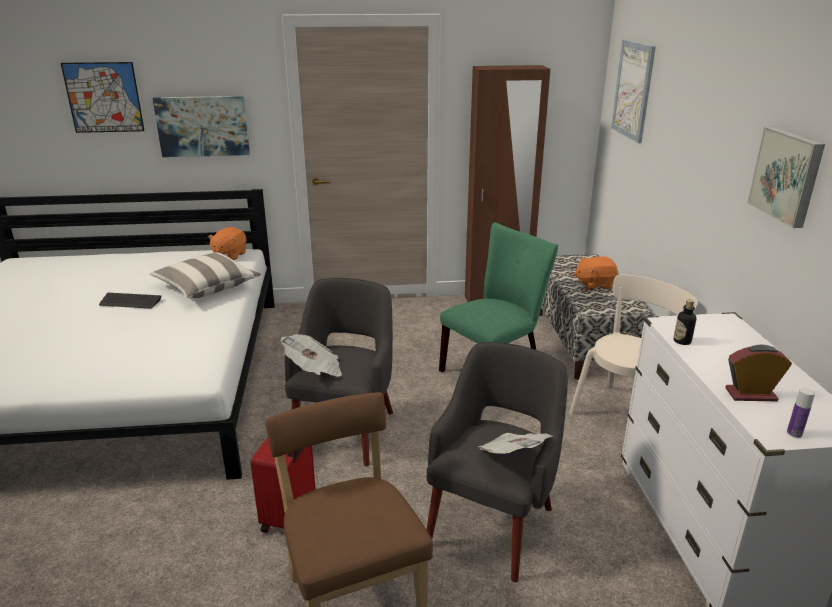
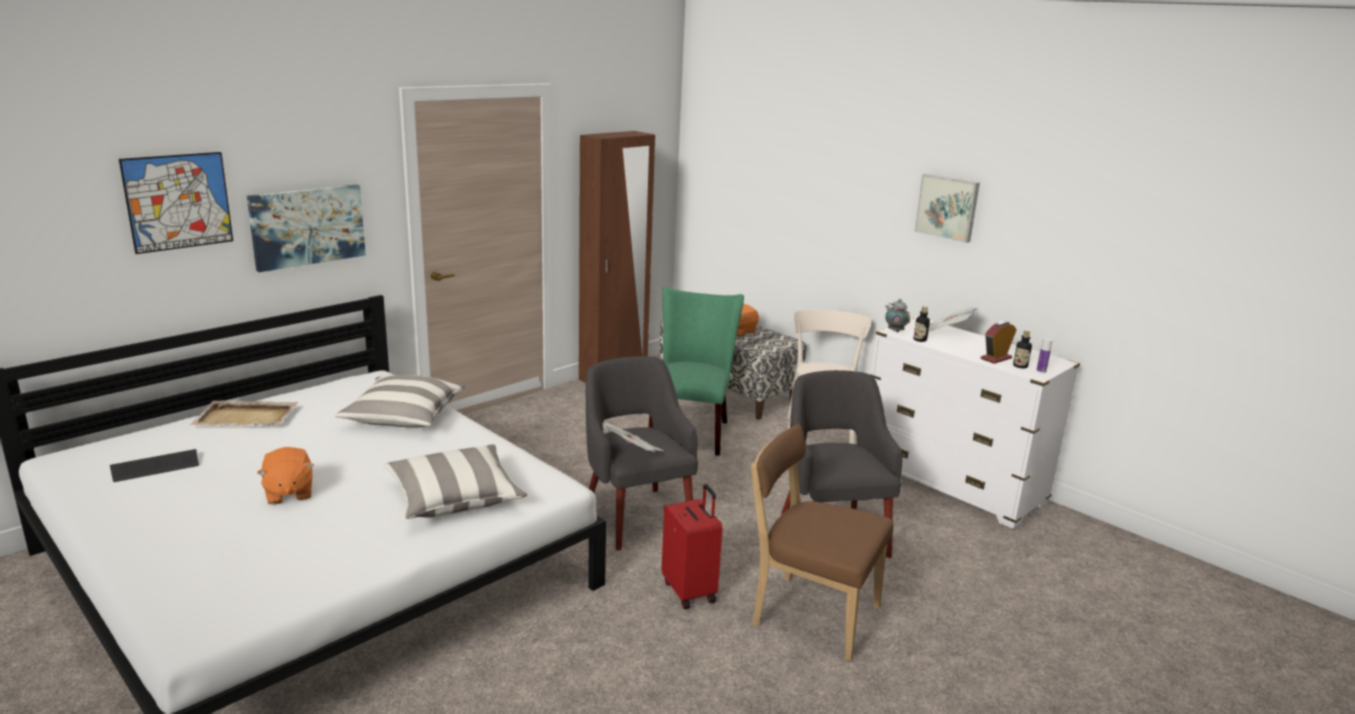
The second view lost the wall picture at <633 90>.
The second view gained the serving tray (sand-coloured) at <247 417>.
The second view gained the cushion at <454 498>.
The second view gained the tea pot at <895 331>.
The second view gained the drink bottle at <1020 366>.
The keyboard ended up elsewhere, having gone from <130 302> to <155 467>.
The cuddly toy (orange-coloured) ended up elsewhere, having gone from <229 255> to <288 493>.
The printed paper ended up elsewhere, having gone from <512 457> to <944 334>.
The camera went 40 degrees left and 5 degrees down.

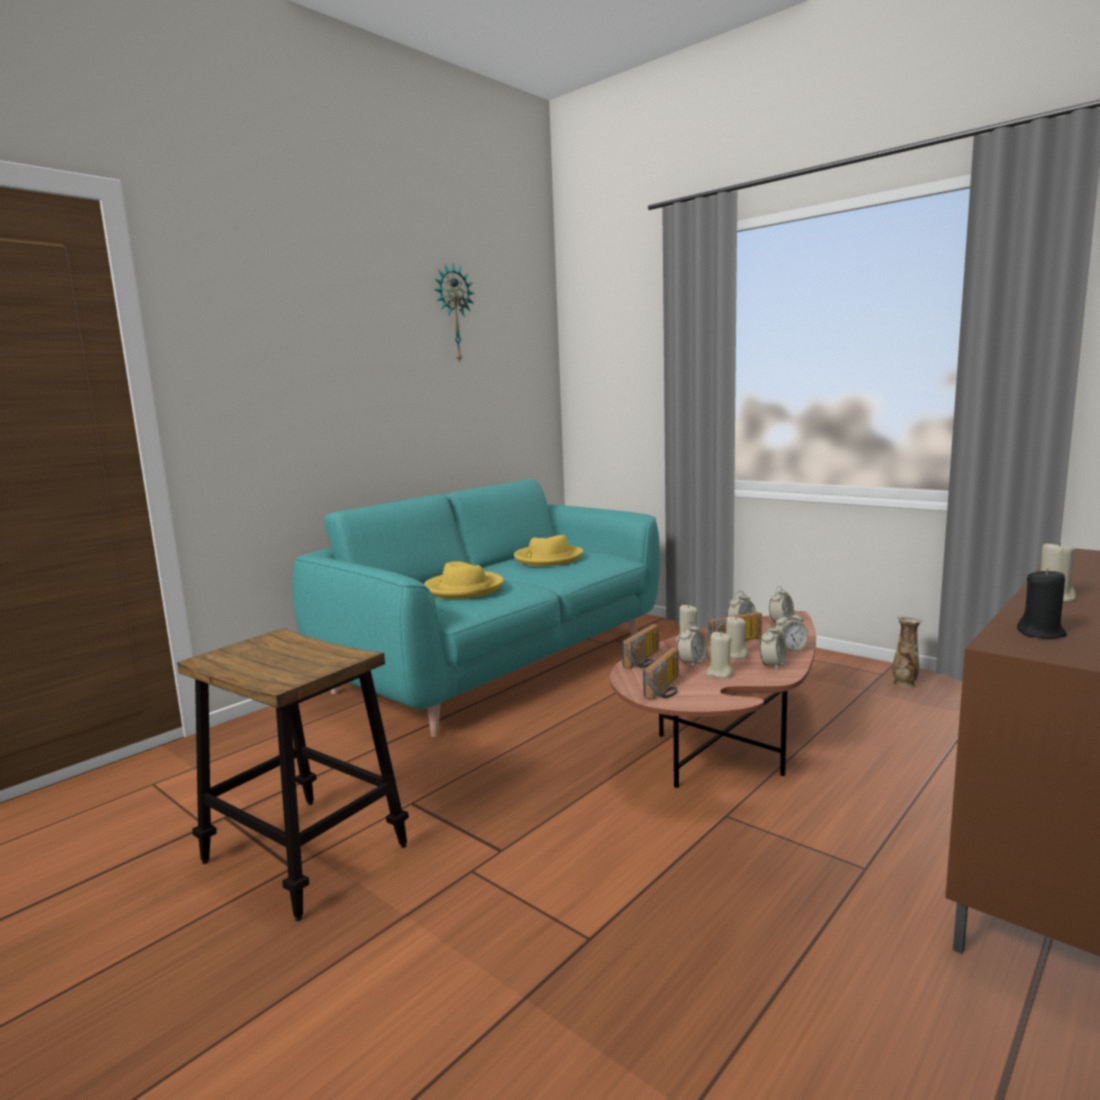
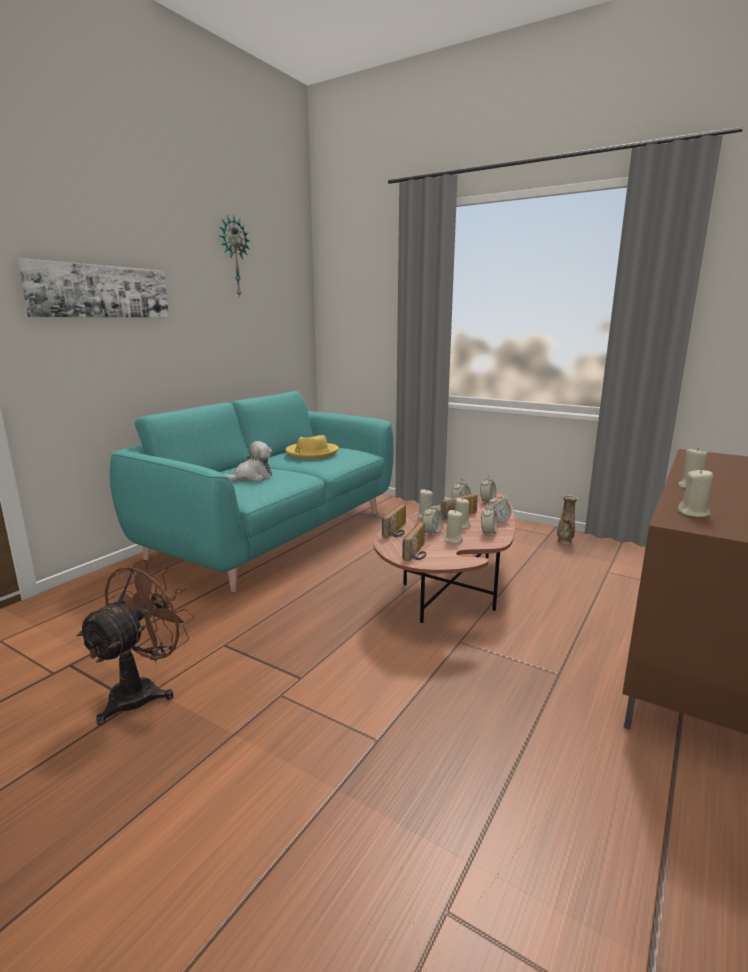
The second view gained the wall picture at <100 291>.
Where the sitting stool stood at <305 854>, the electric fan (brown-coloured) came to stand at <143 691>.
Where the clothing hat (yellow) stood at <464 589>, the cuddly toy came to stand at <251 477>.
What was the wax candle (black) at <1041 633> turned into the wax candle (sand-coloured) at <693 513>.
The camera went 10 degrees left and 5 degrees up.

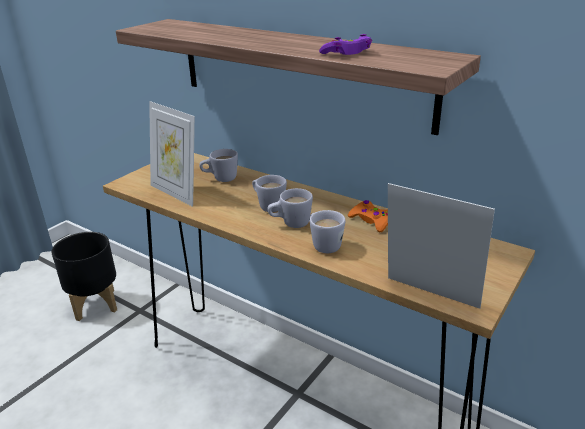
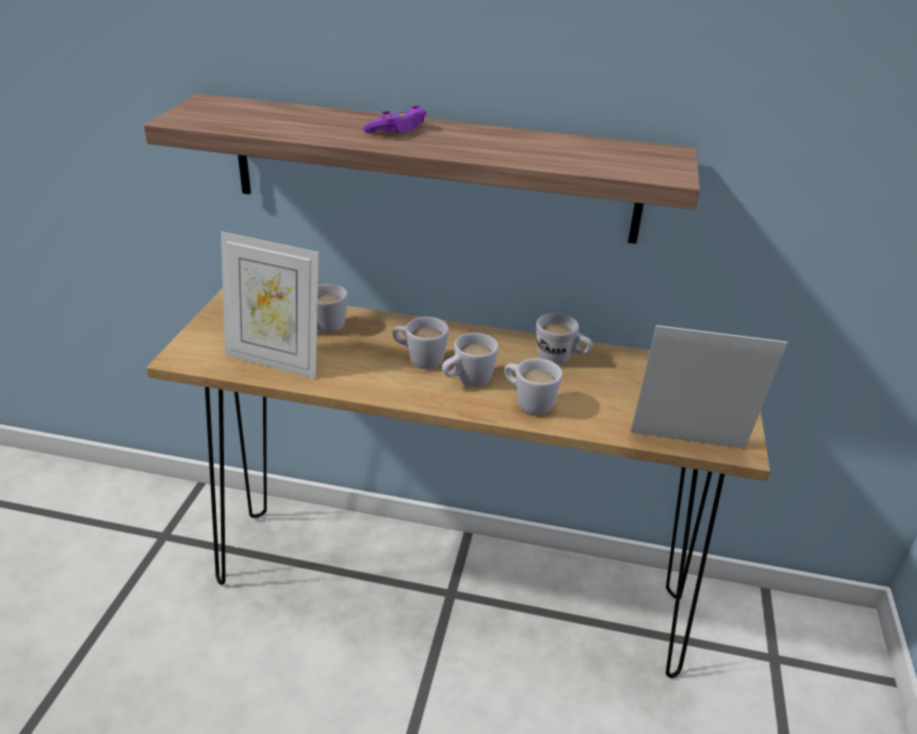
The second view lost the plant pot (black) at <95 304>.
The gamepad (purple-coloured) ended up elsewhere, having gone from <347 53> to <397 129>.
Where the gamepad (orange-coloured) stood at <371 221>, the coffee mug (whitish) came to stand at <561 359>.
The camera went 25 degrees left and 5 degrees up.

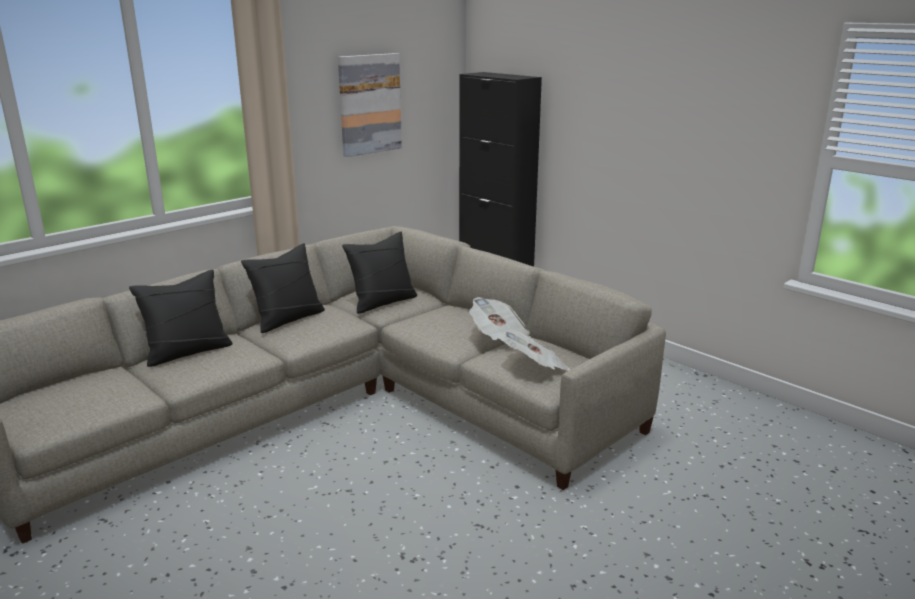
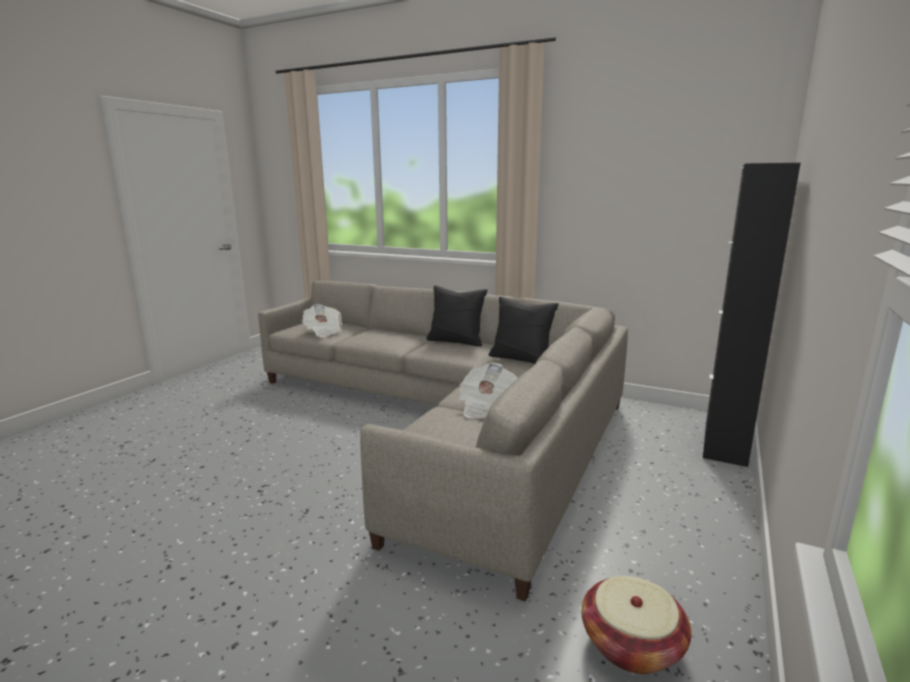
The second view lost the cushion (black) at <187 352>.
The second view lost the wall picture at <369 104>.
The second view gained the storage basket at <631 644>.
The printed paper ended up elsewhere, having gone from <536 367> to <323 331>.
The camera went 70 degrees right and 5 degrees down.

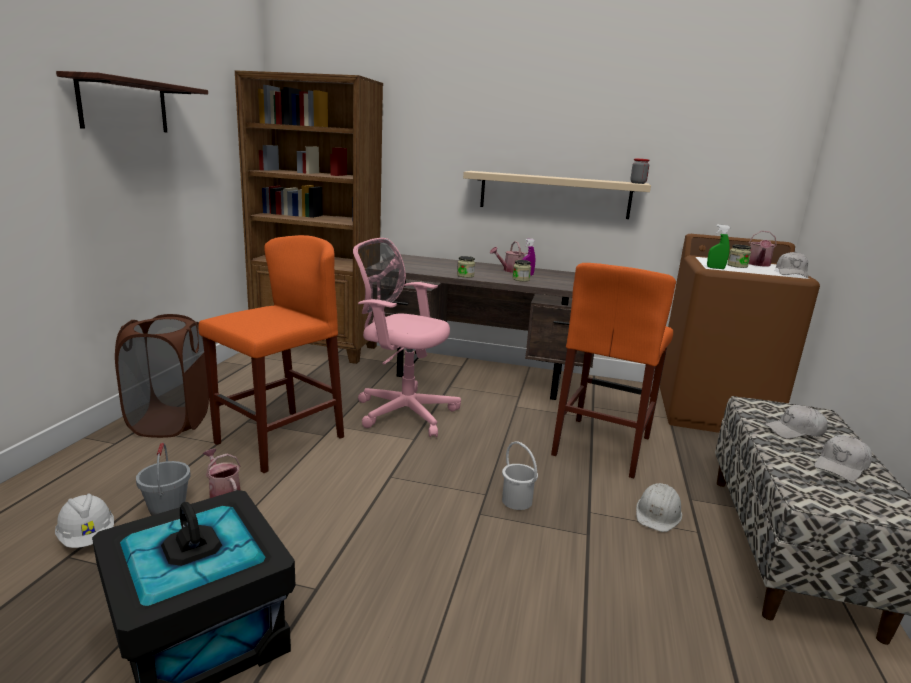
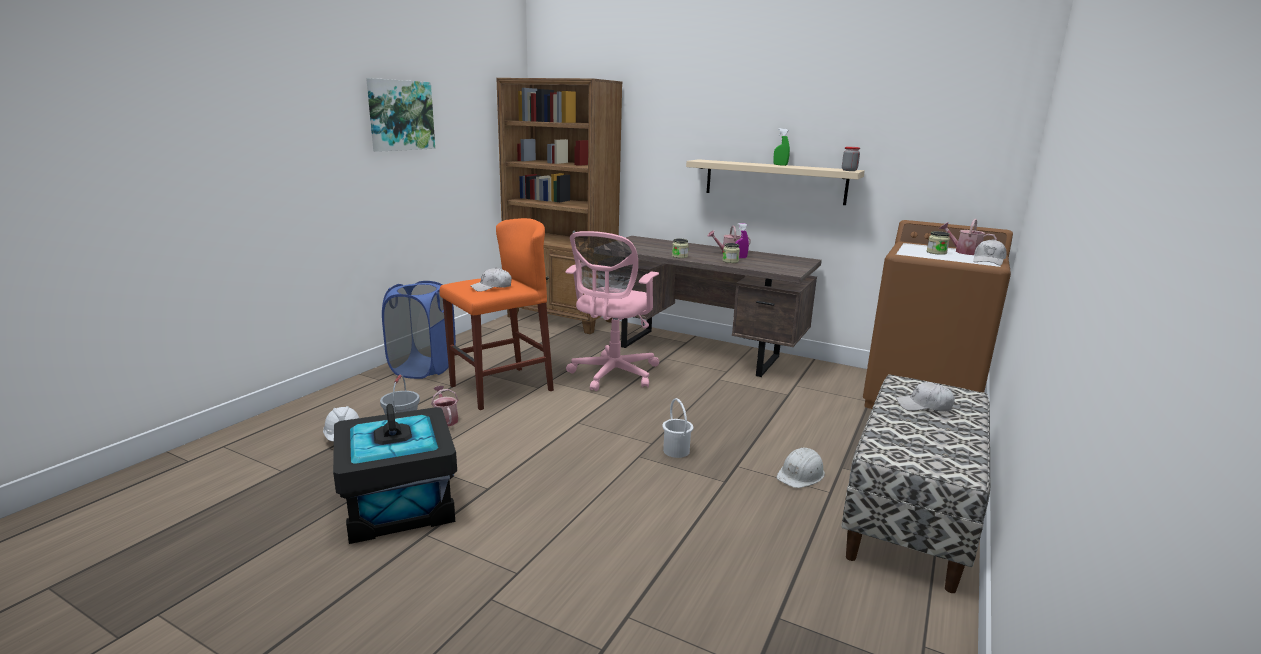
The second view lost the sitting stool (orange-coloured) at <602 446>.
The spray bottle (greenish) ended up elsewhere, having gone from <715 268> to <780 165>.
The baseball cap (whitish) ended up elsewhere, having gone from <841 466> to <491 287>.
Where the wall shelf hung at <124 105>, the wall picture came to hang at <400 115>.
What was the laundry basket (brown-coloured) at <170 422> turned into the laundry basket (blue) at <423 368>.
The computer chair (pinkish) at <402 411> ended up facing another way, 105 degrees counterclockwise from before.
The watering can at <758 264> ended up facing another way, 90 degrees clockwise from before.
The camera went 15 degrees right and 0 degrees up.

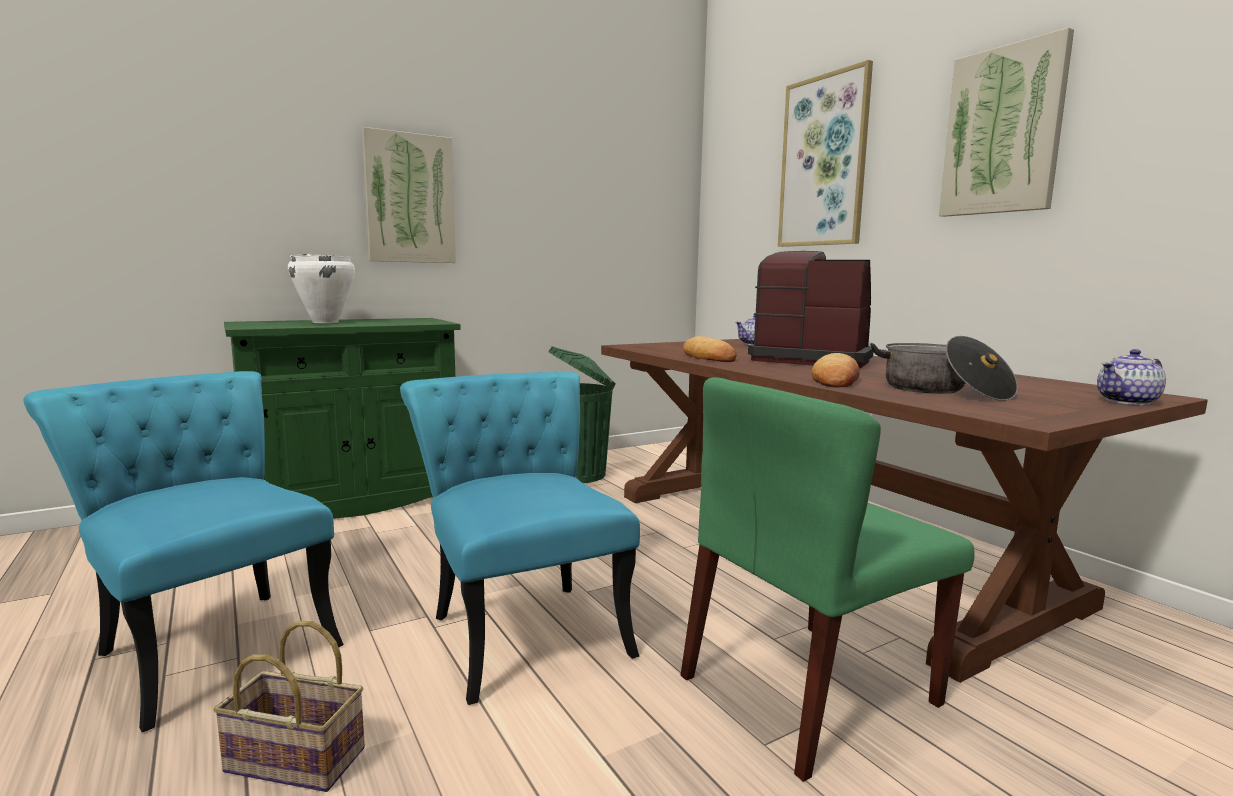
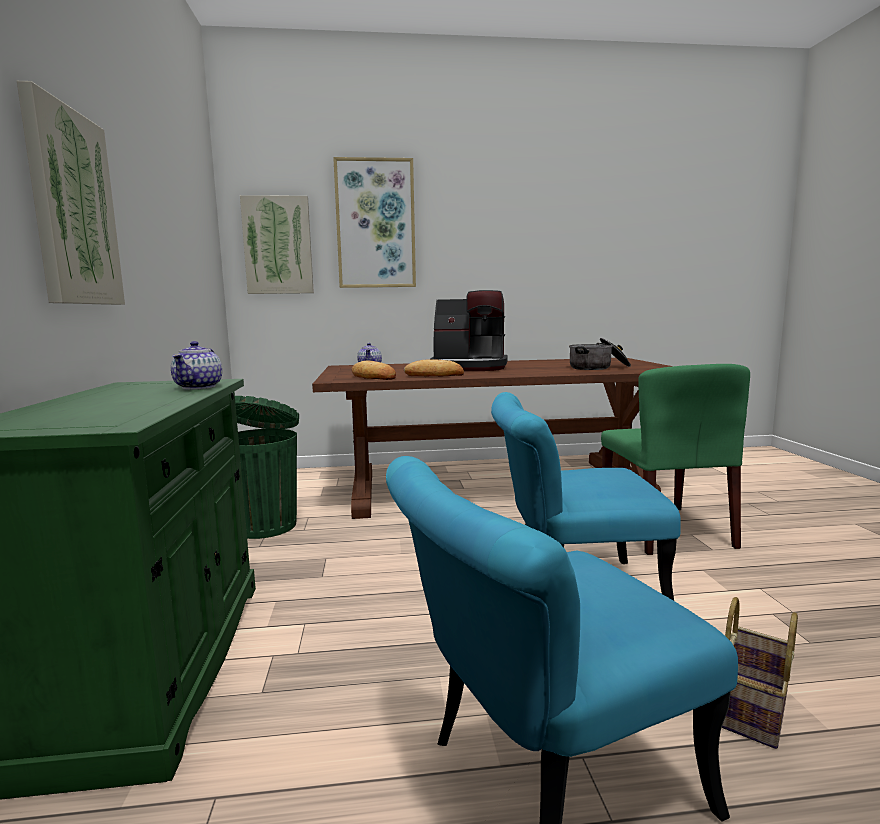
The second view lost the saucepot (whitish) at <325 322>.
The baked bread ended up elsewhere, having gone from <836 380> to <373 377>.
The wall picture ended up elsewhere, having gone from <1003 131> to <278 245>.
The tea pot ended up elsewhere, having gone from <1128 401> to <199 387>.
The coffee brewer at <811 360> ended up facing another way, 135 degrees counterclockwise from before.
The camera went 65 degrees left and 0 degrees up.

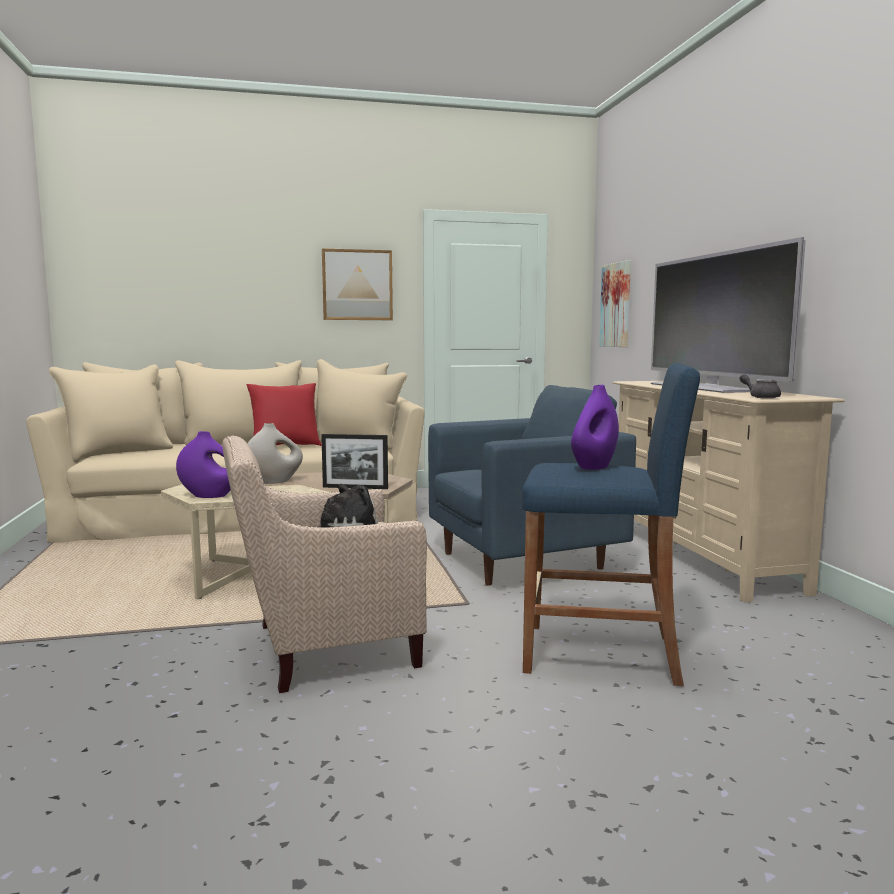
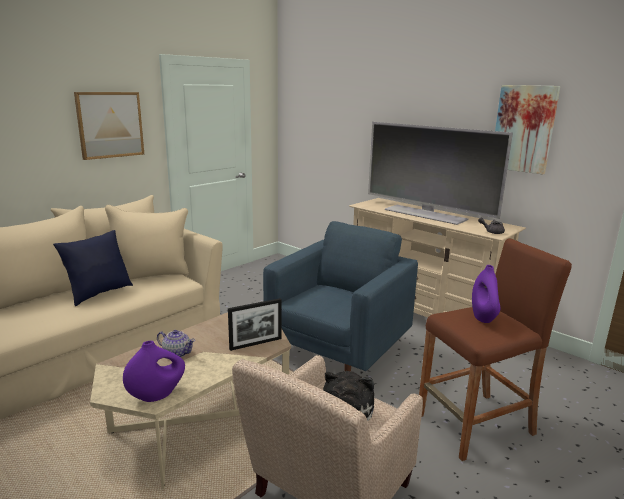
The wall picture ended up elsewhere, having gone from <616 305> to <524 129>.
Where the decorative vase (whitish) stood at <274 481>, the tea pot came to stand at <176 353>.
What was the cushion (reddish) at <285 447> turned into the cushion (blue) at <99 293>.
What was the sitting stool (blue) at <600 654> turned into the sitting stool (brown-coloured) at <475 425>.
The camera went 35 degrees left and 10 degrees up.

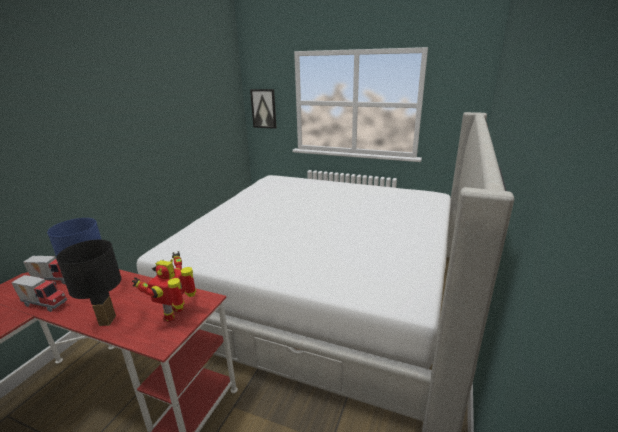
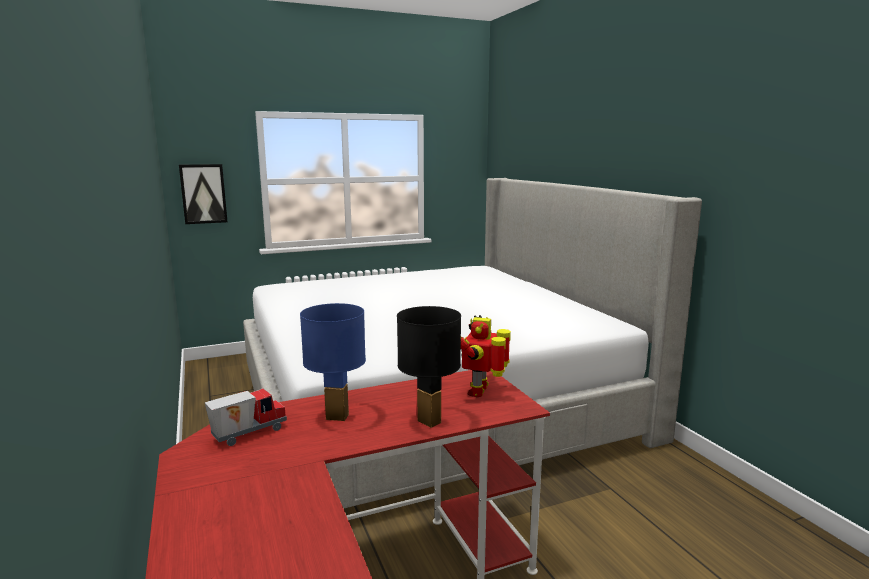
The second view lost the model truck at <45 303>.
The model robot at <176 314> ended up facing another way, 45 degrees clockwise from before.
The camera went 45 degrees left and 10 degrees down.

